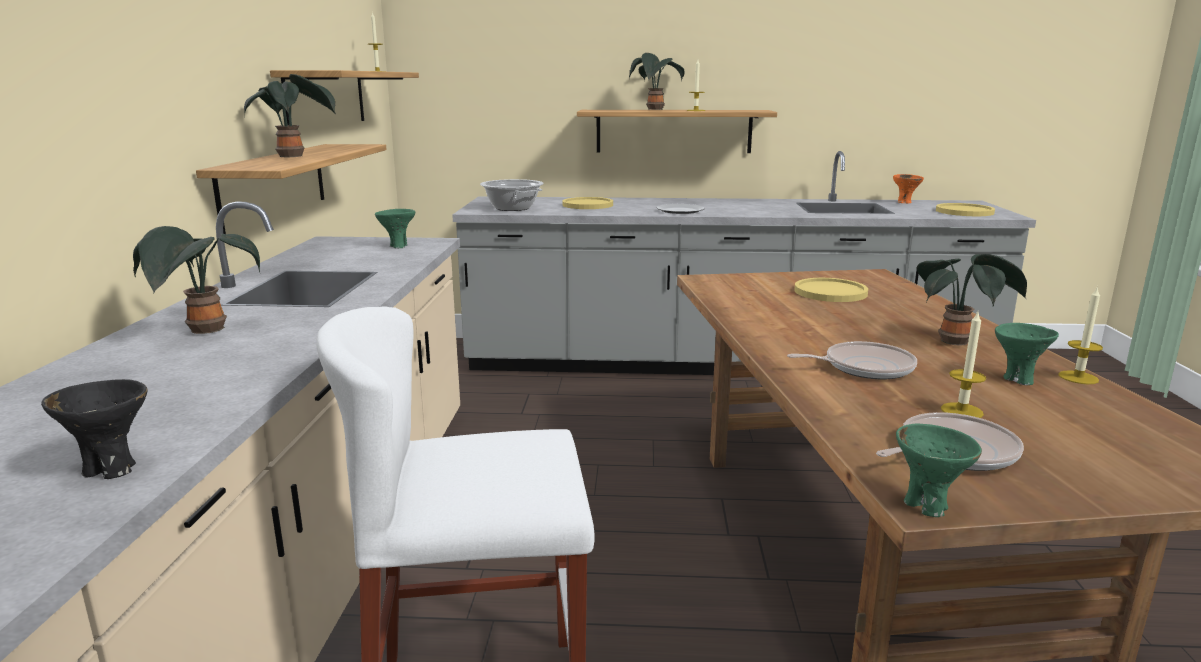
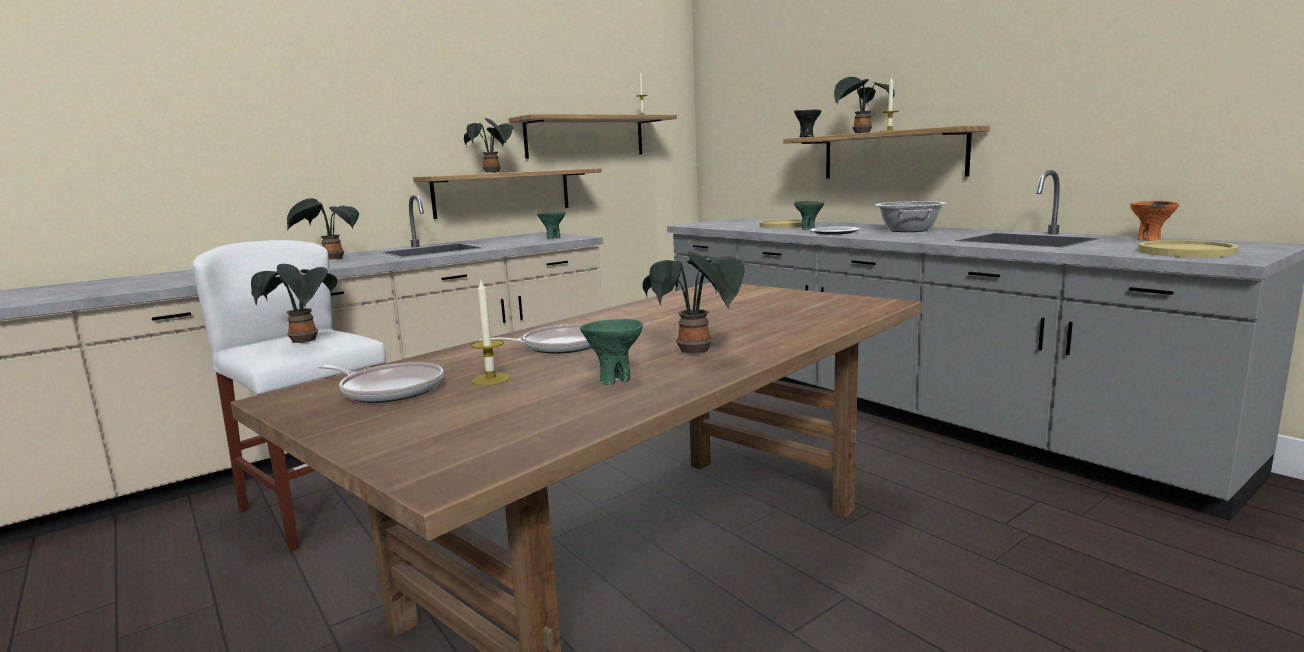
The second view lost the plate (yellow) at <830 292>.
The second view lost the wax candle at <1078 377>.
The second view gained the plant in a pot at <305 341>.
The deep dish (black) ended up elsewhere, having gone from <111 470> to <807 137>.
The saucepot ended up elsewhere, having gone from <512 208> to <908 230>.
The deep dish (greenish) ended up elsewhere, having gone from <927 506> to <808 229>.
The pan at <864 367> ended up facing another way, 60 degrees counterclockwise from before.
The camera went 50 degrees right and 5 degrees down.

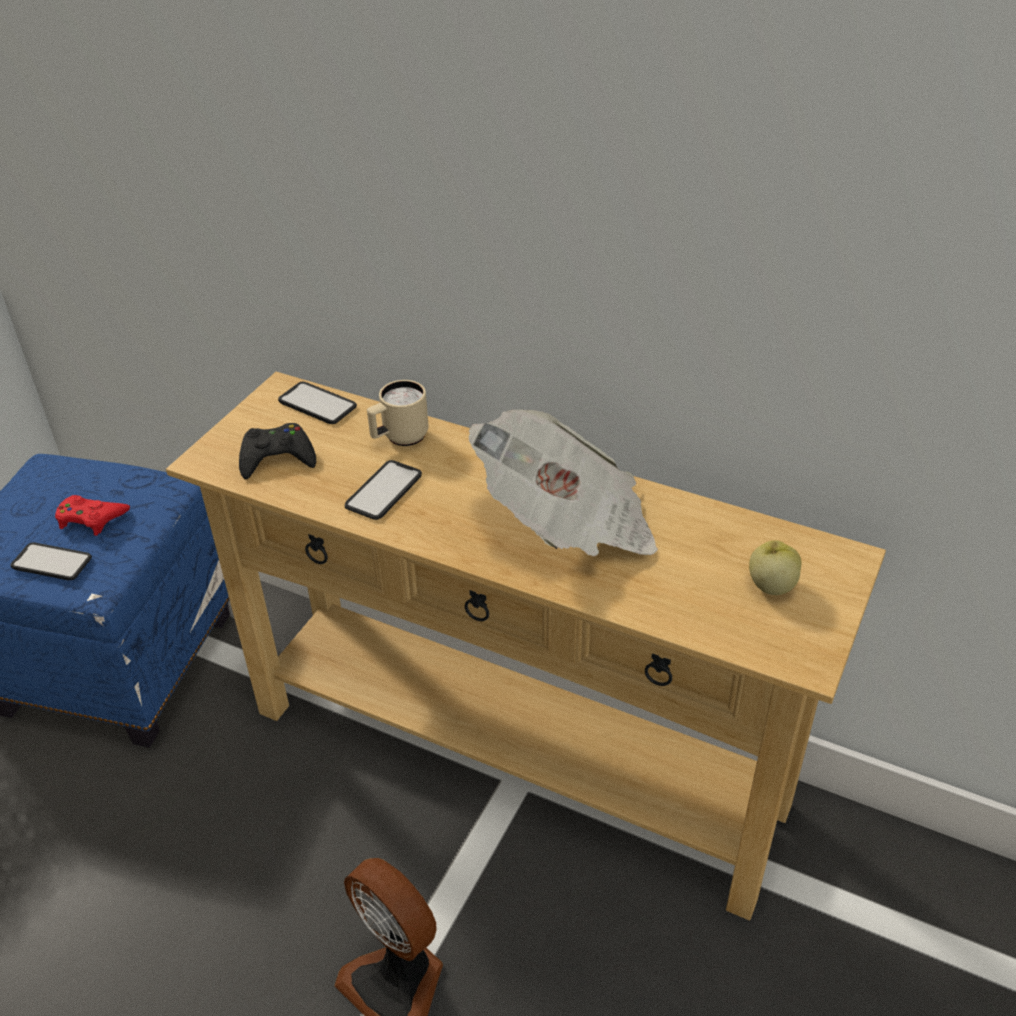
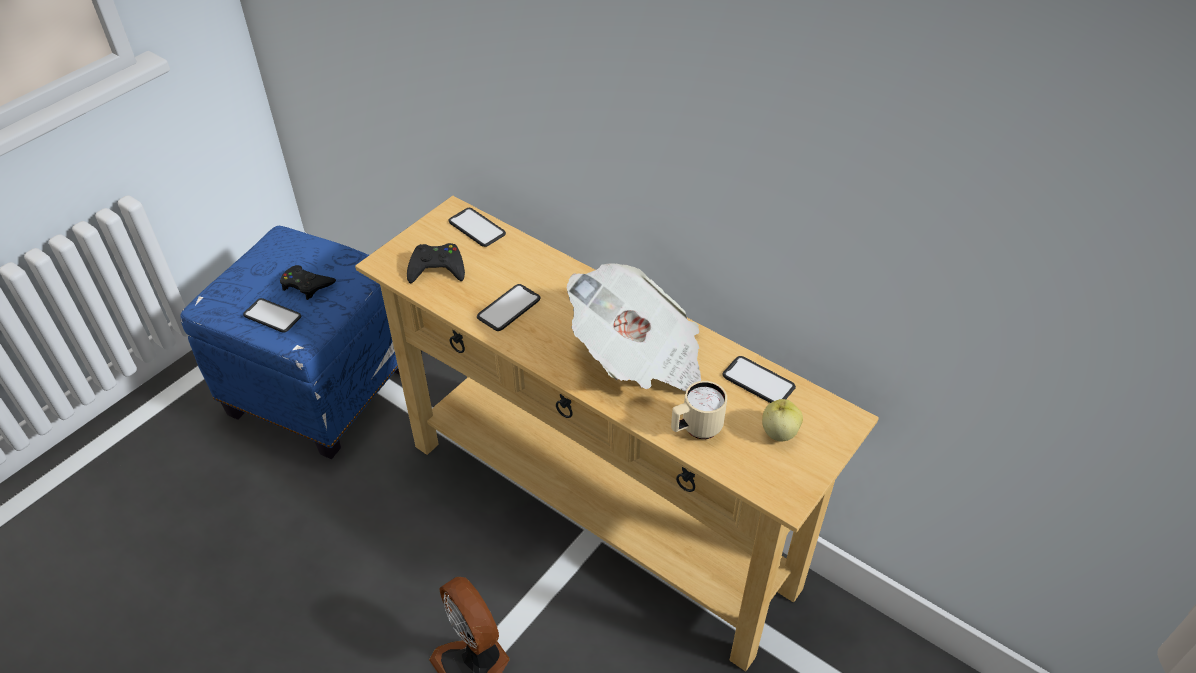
The second view gained the phone at <758 381>.
The coffee mug (sand-coloured) ended up elsewhere, having gone from <399 439> to <696 429>.
What was the gamepad (reddish) at <91 518> turned into the gamepad (black) at <306 285>.
The camera went 10 degrees right and 5 degrees up.

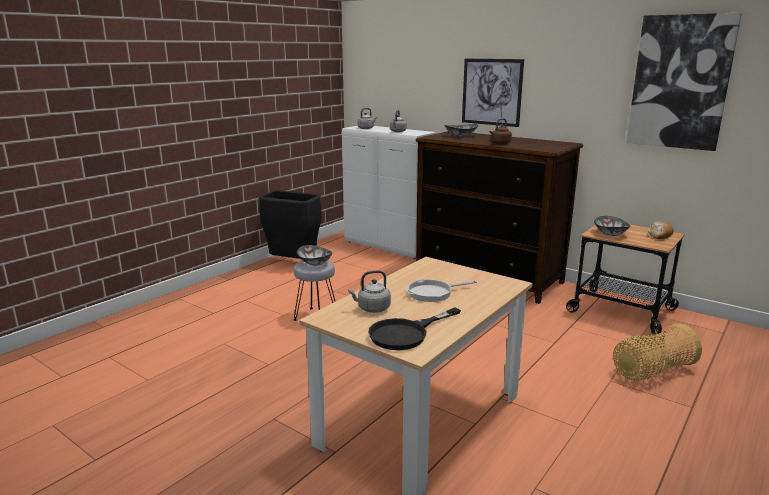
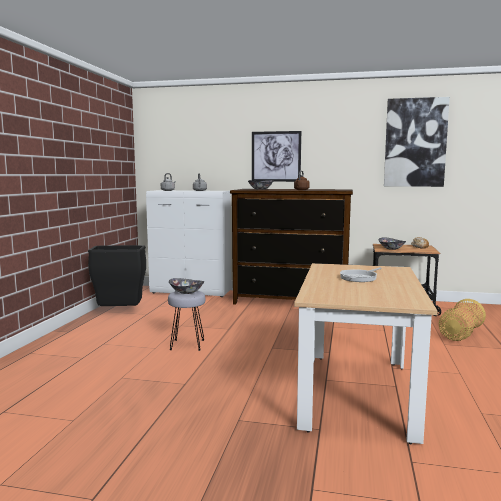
The second view lost the kettle (grey) at <372 309>.
The second view lost the pan (black) at <406 333>.
The camera went 25 degrees left and 10 degrees down.

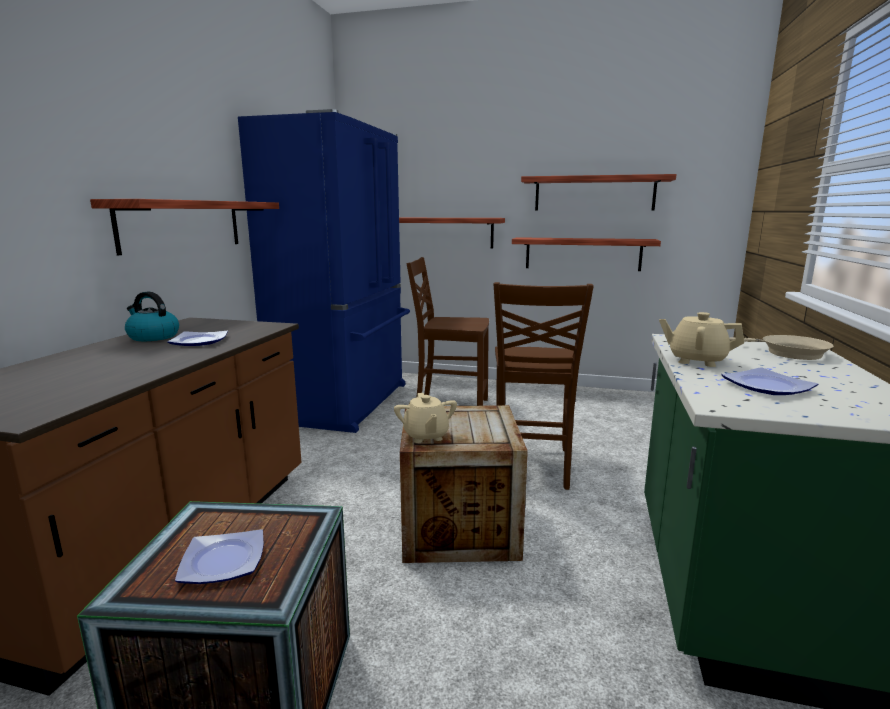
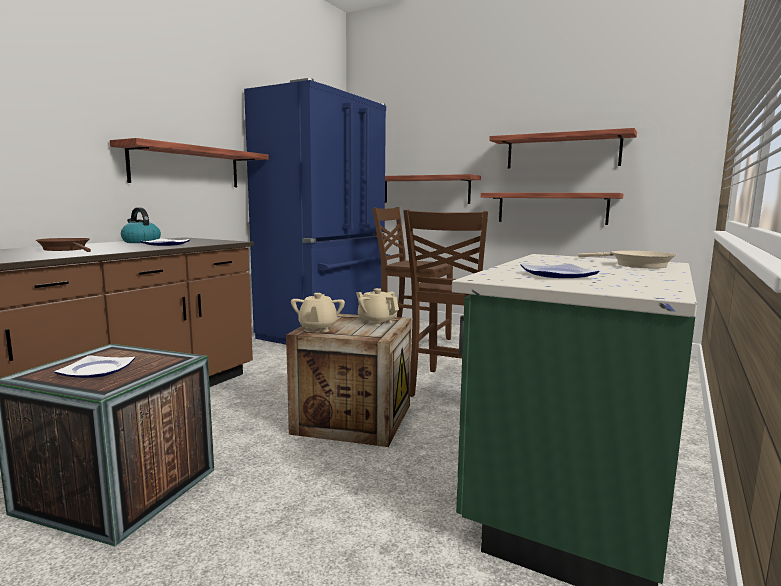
The second view gained the pan (brown-coloured) at <66 249>.
The tea pot (sand-coloured) ended up elsewhere, having gone from <696 360> to <377 322>.
The camera went 15 degrees right and 5 degrees down.

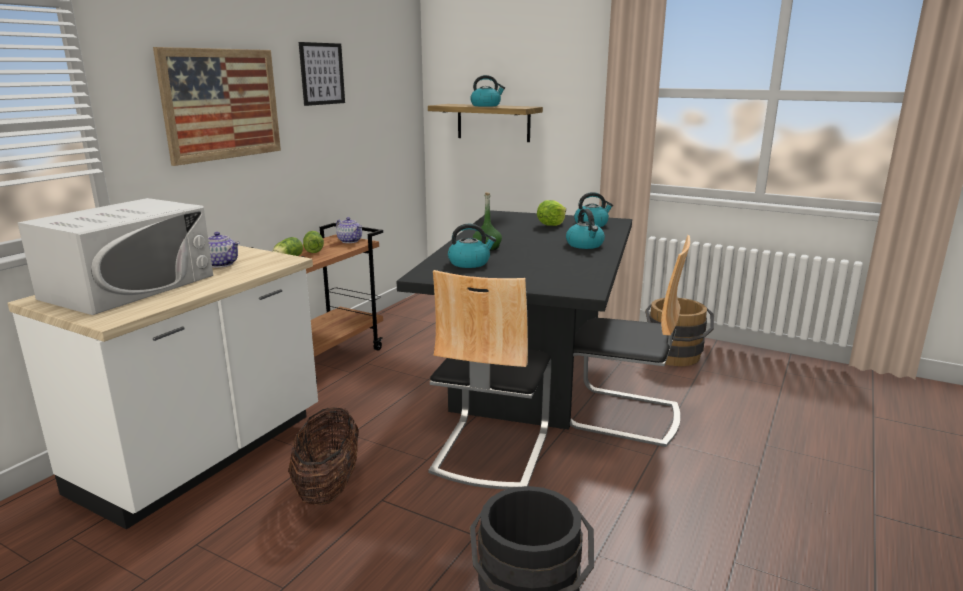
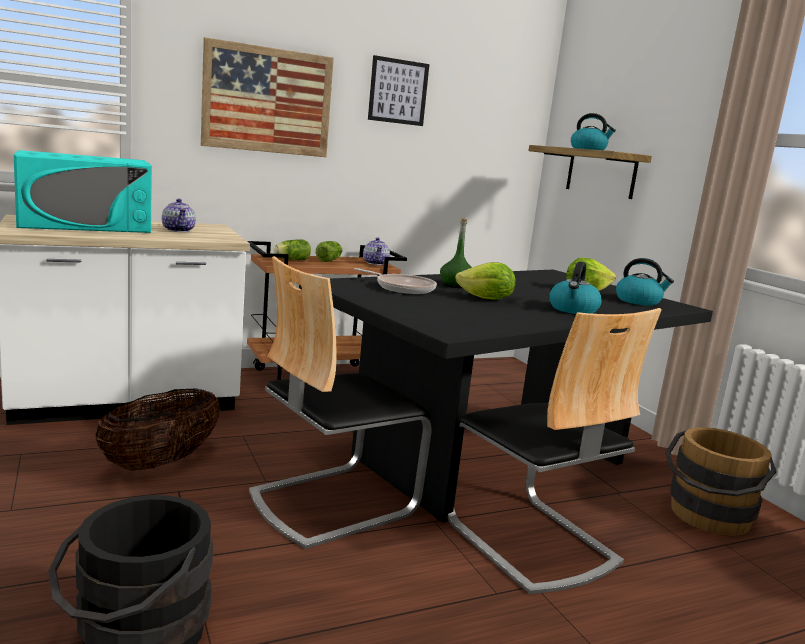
The second view gained the lettuce head at <486 299>.
Where the kettle stood at <470 263>, the pan came to stand at <402 288>.
What was the kitchen microwave (whitish) at <130 286> turned into the kitchen microwave (blue-green) at <85 224>.
The camera went 35 degrees right and 5 degrees down.

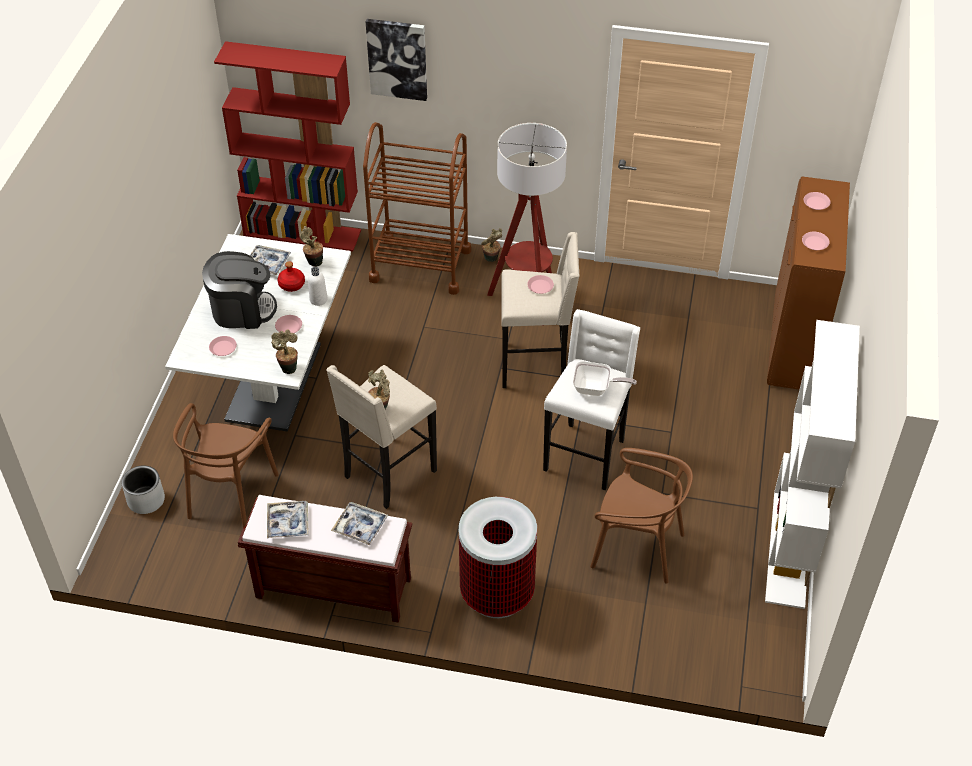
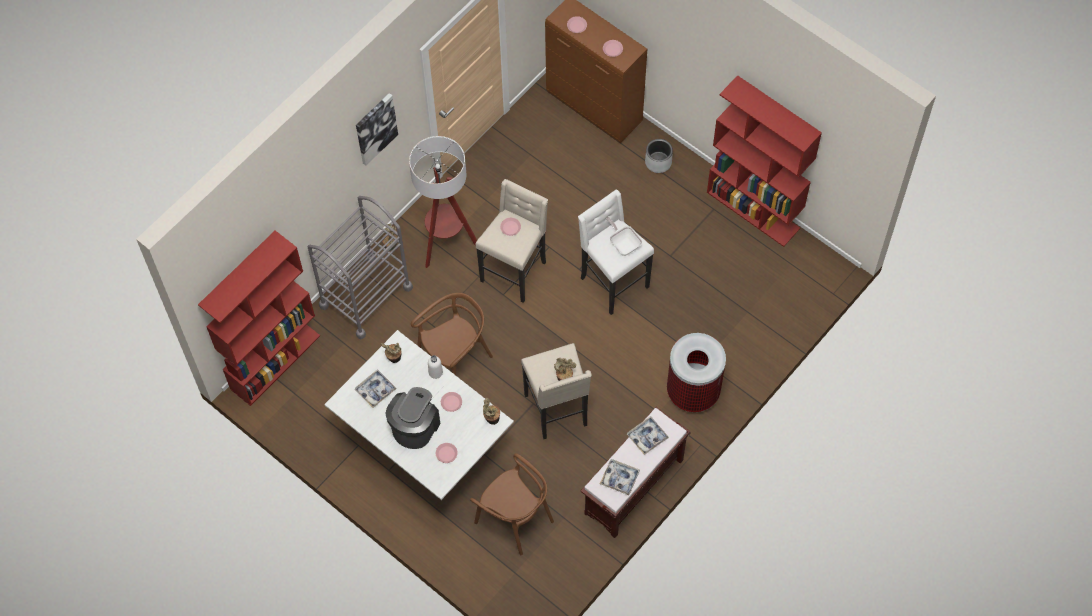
The second view lost the drink bottle (reddish) at <292 284>.
The plant pot (grey) ended up elsewhere, having gone from <146 500> to <658 162>.
The wall picture ended up elsewhere, having gone from <397 58> to <375 128>.
The plain chair (brown-coloured) ended up elsewhere, having gone from <637 547> to <455 358>.
What was the cart (brown-coloured) at <420 265> turned into the cart (grey) at <366 296>.
What was the bookshelf (whitish) at <789 549> turned into the bookshelf (reddish) at <754 210>.
The pan at <595 389> ended up facing another way, 75 degrees counterclockwise from before.
The camera went 60 degrees left and 15 degrees up.

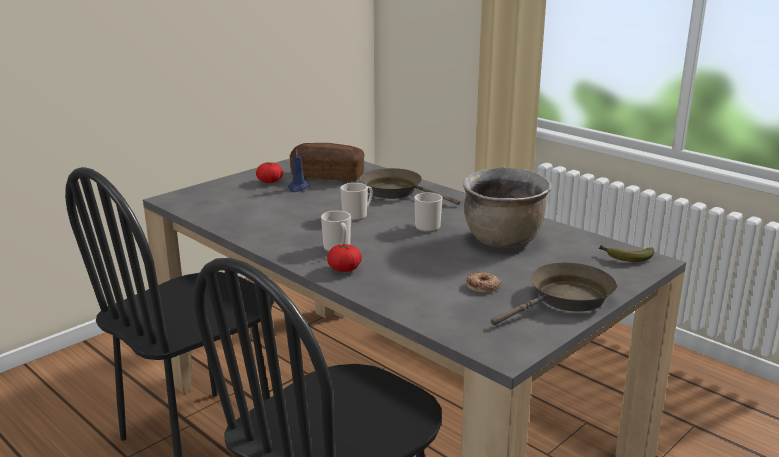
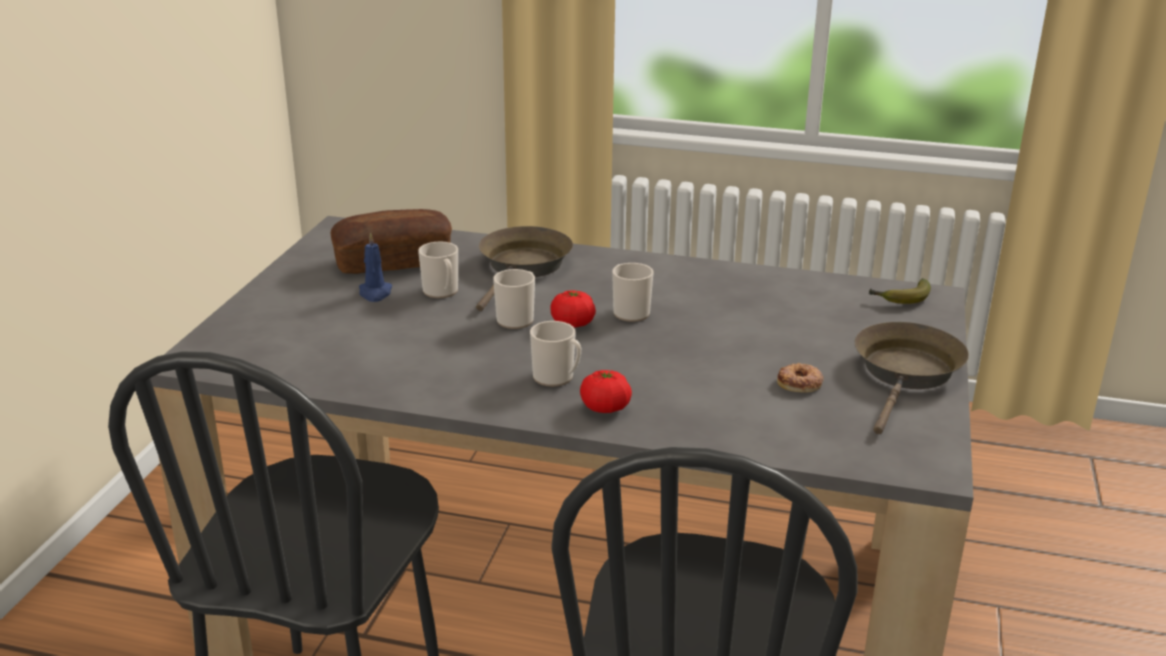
The second view lost the saucepot (brown-coloured) at <503 241>.
The second view gained the coffee mug at <442 292>.
The fresh tomato ended up elsewhere, having gone from <270 181> to <572 323>.
The pan (brown-coloured) at <396 192> ended up facing another way, 105 degrees clockwise from before.
The camera went 30 degrees left and 5 degrees up.

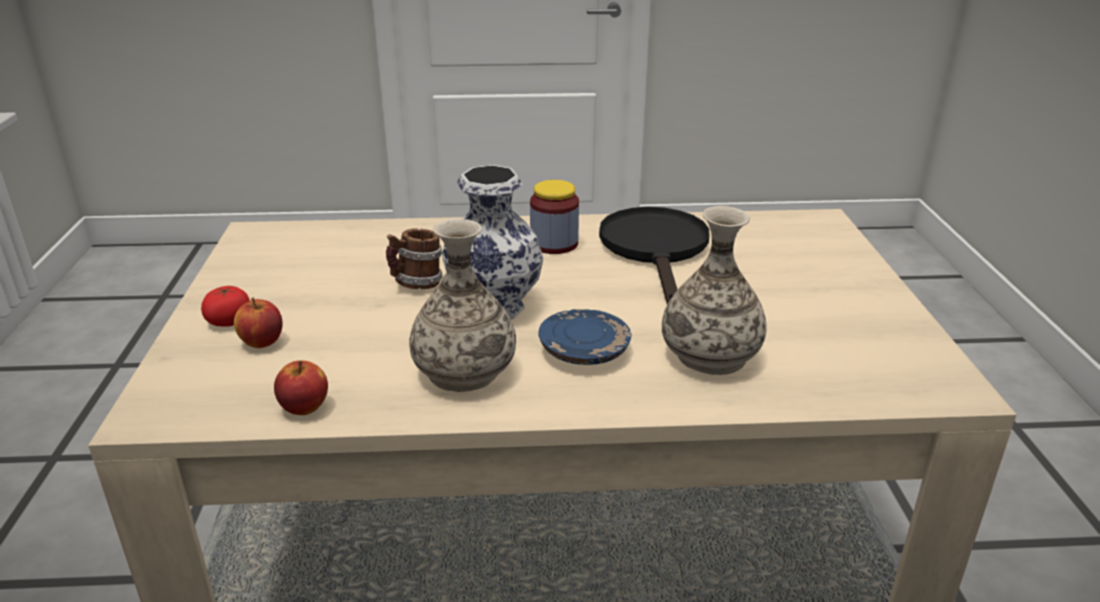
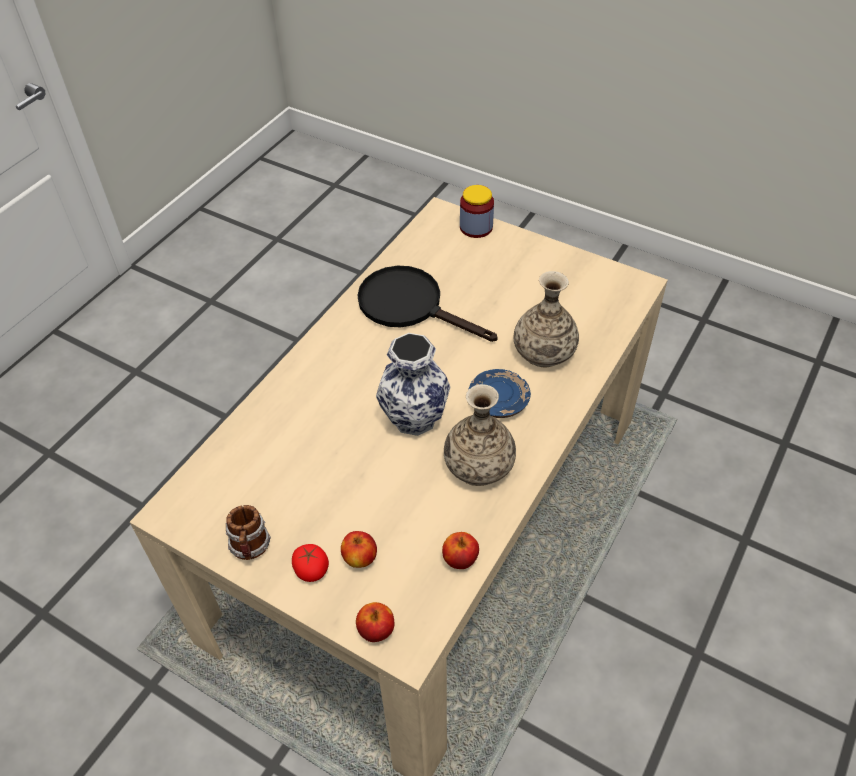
The second view gained the apple at <376 630>.
The coffee mug ended up elsewhere, having gone from <416 284> to <251 547>.
The preserve jar ended up elsewhere, having gone from <554 244> to <476 227>.
The camera went 55 degrees left and 20 degrees up.

